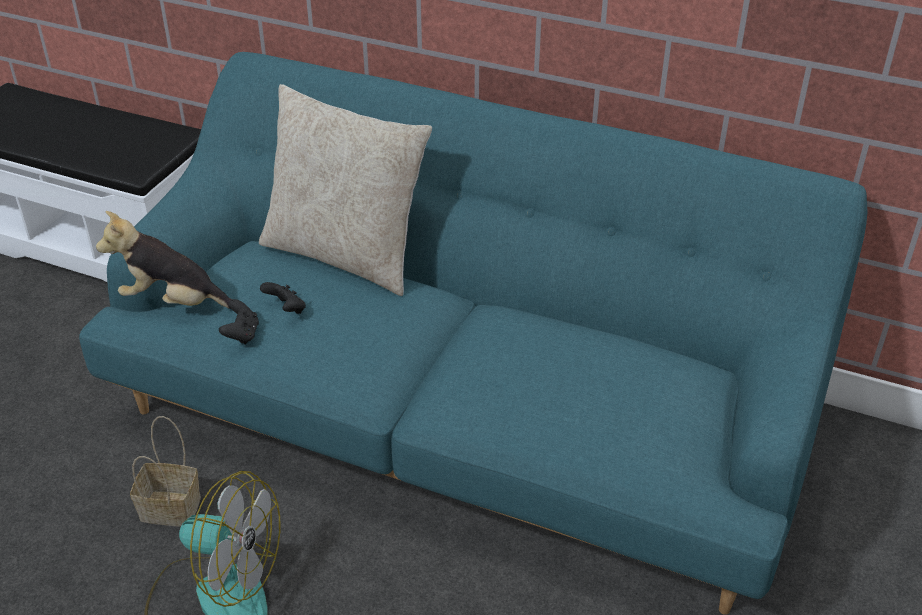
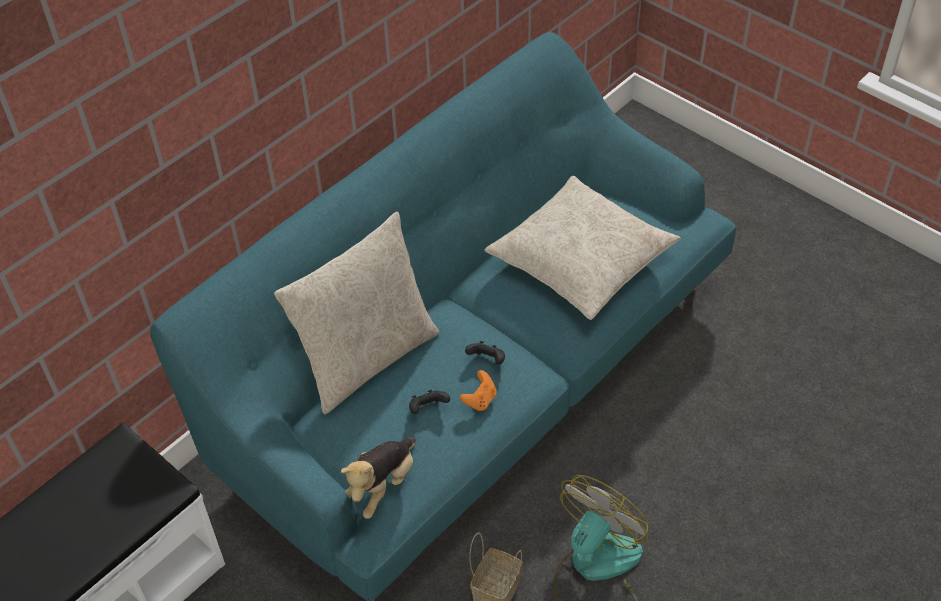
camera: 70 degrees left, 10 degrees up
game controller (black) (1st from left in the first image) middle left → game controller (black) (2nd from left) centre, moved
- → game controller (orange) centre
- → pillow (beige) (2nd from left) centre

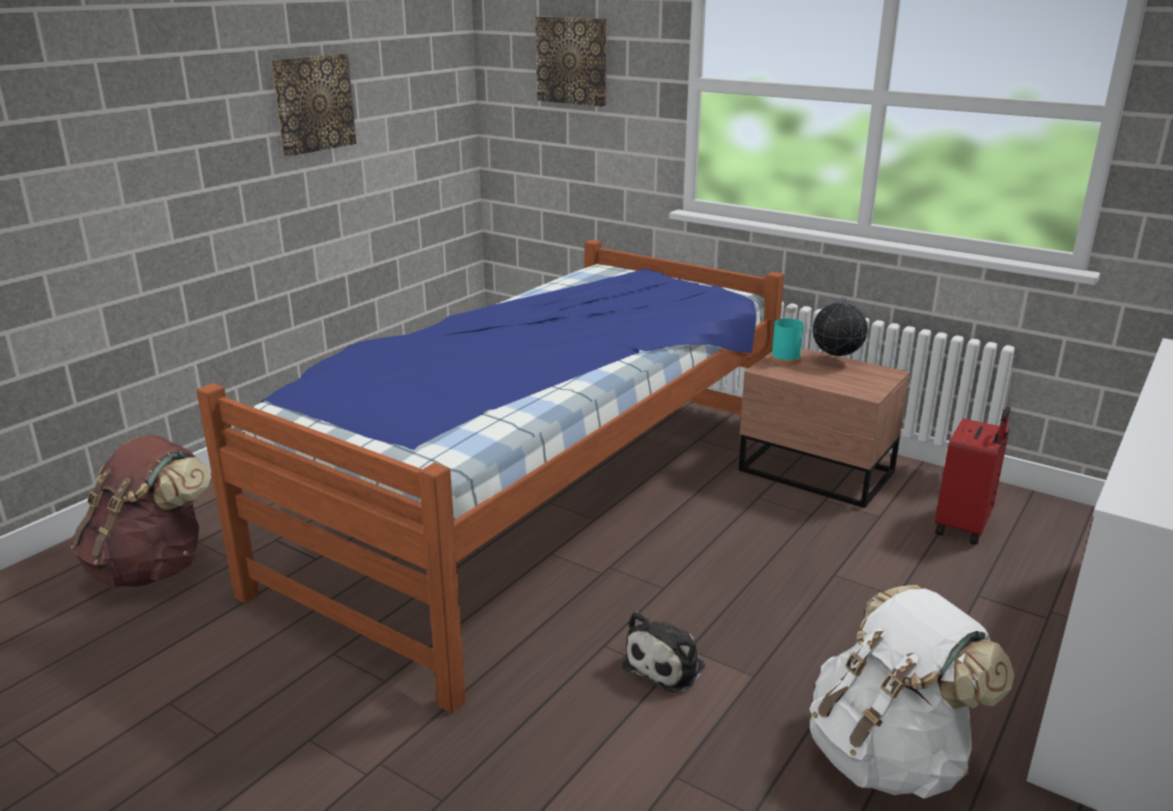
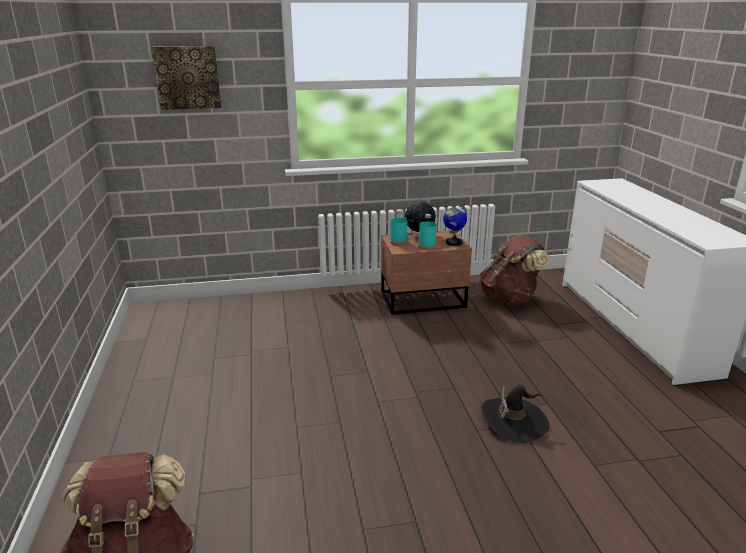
camera: 45 degrees left, 0 degrees up
bed centre → -
picture (1st from left) top left → -
plush toy bottom centre → hat (black) bottom right
backpack (white) bottom right → -
suitcase (red) middle right → backpack (brown) (2nd from left) middle right
- → bottle (turquoise) (2nd from left) centre
- → globe (2nd from left) centre

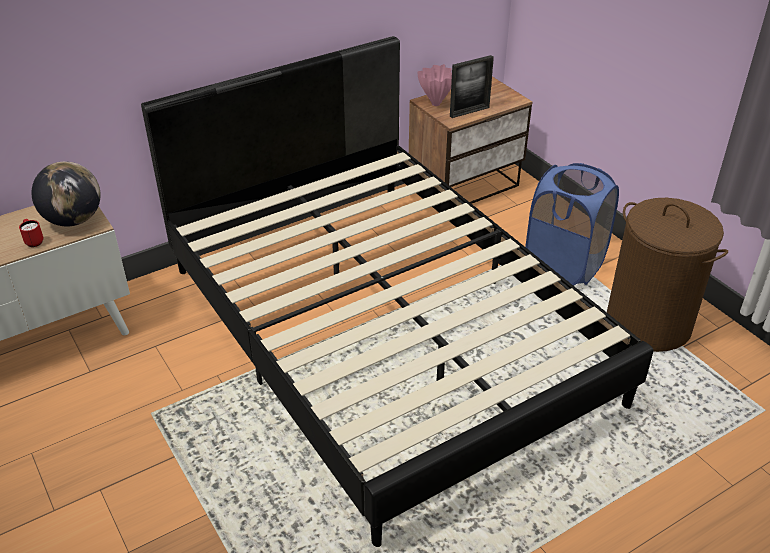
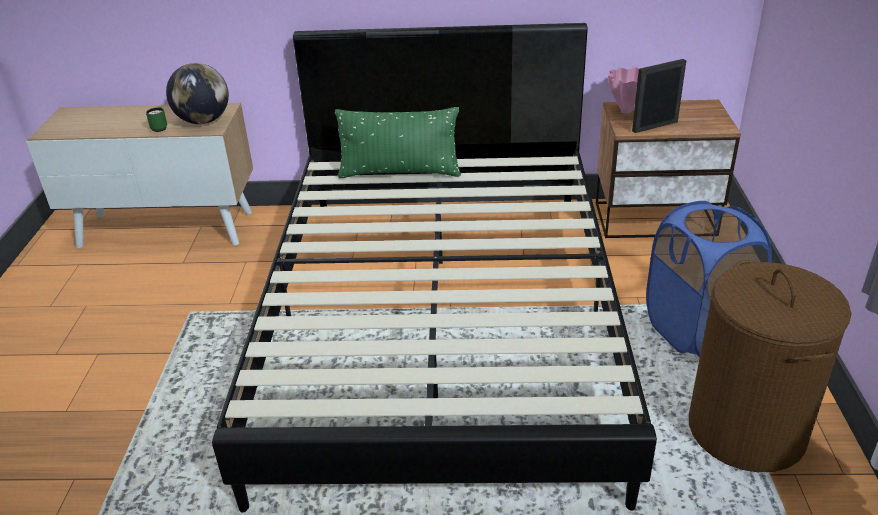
camera: 35 degrees right, 5 degrees down
mug (red) middle left → mug (green) top left
picture frame top centre → picture frame top right, 150 degrees clockwise
- → pillow (green) top centre

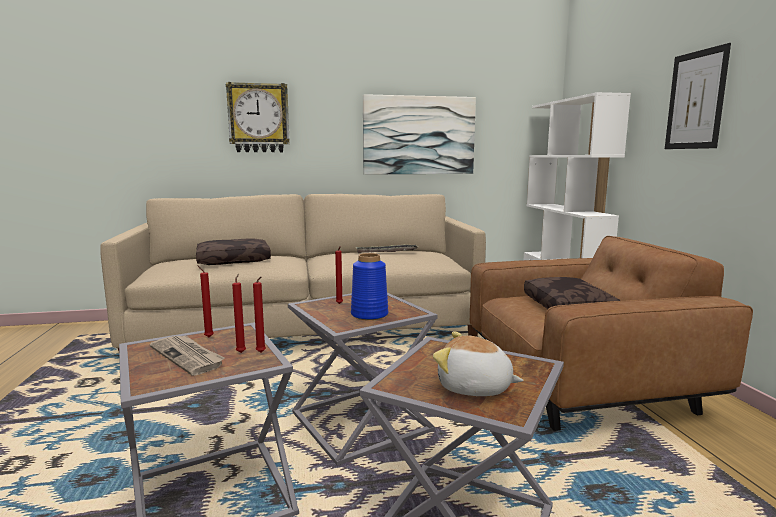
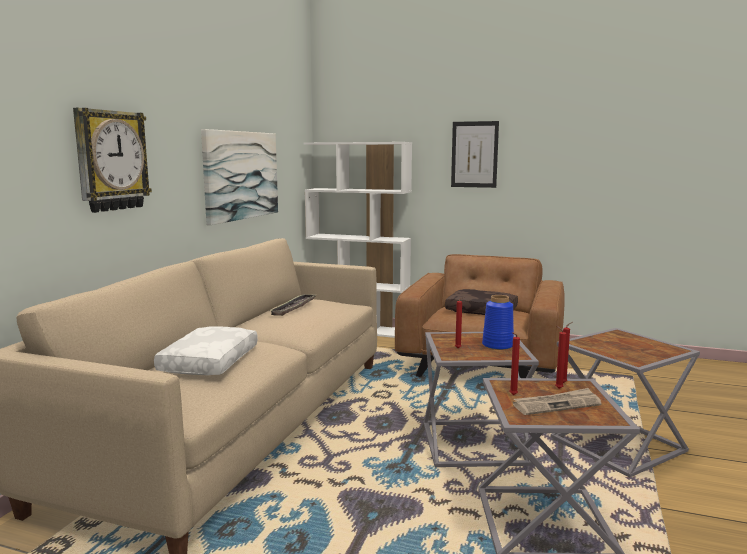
camera: 60 degrees left, 0 degrees up
pillow (brown) (1st from left) middle left → pillow (white) middle left
plush toy bottom centre → -

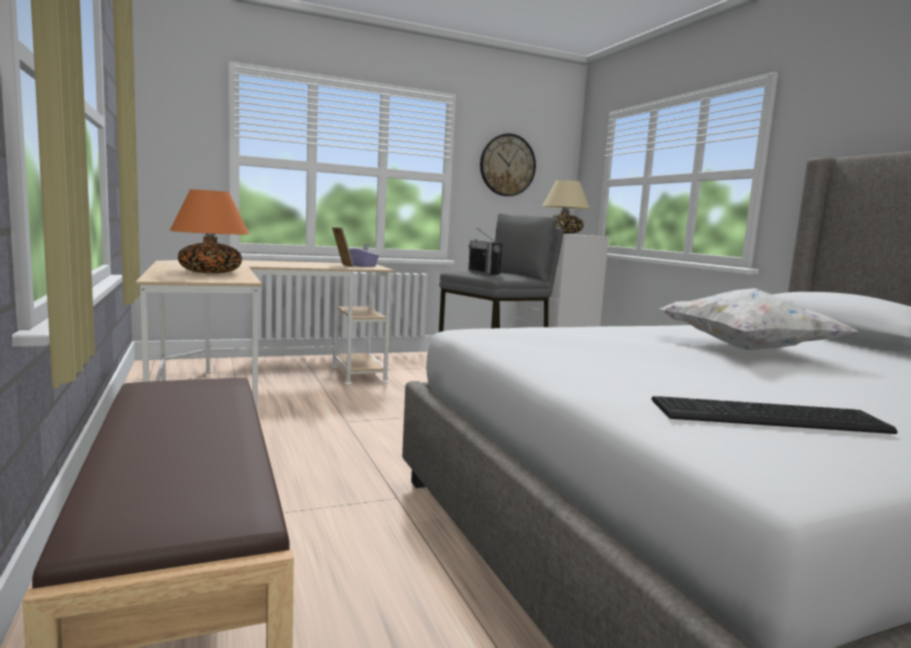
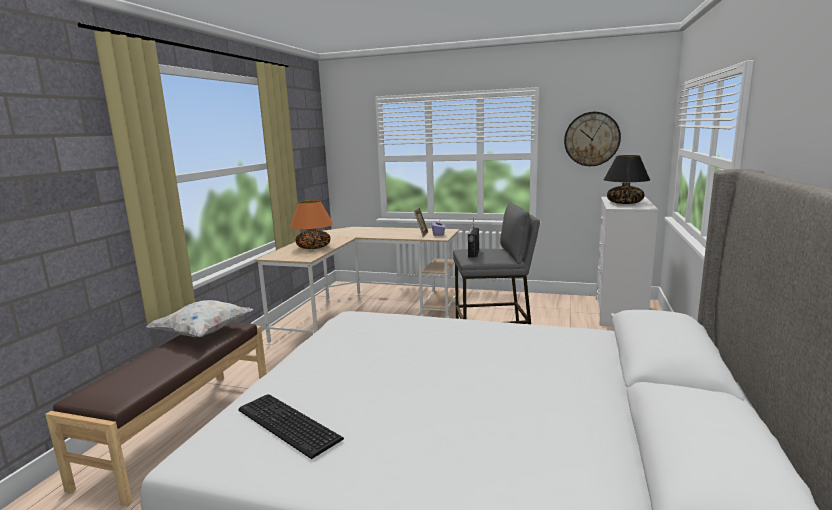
camera: 40 degrees right, 5 degrees up
table lamp (beige) top centre → table lamp (black) middle right
pillow (white) middle right → pillow (white) middle left, moved

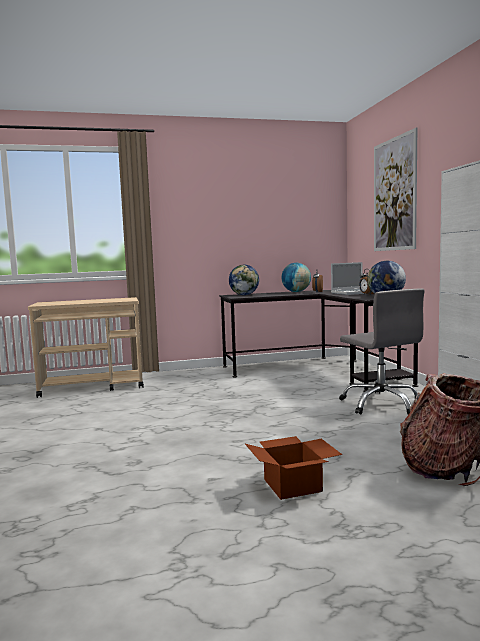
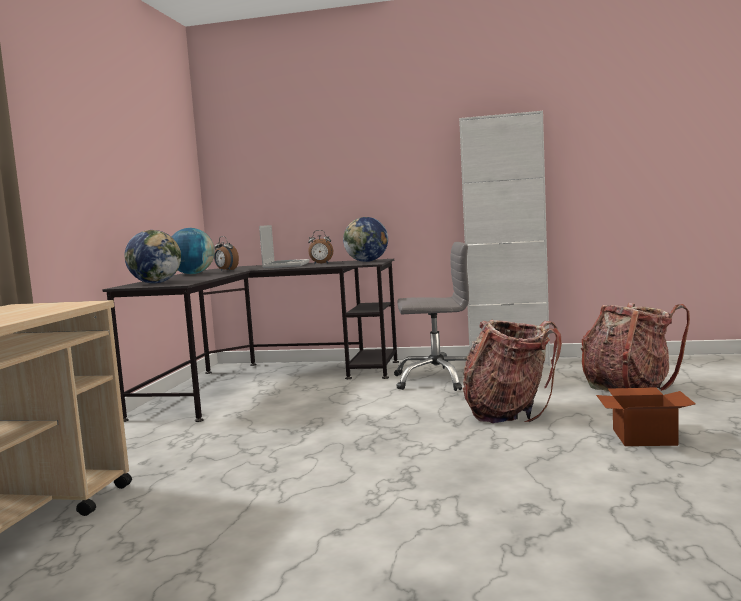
camera: 65 degrees left, 0 degrees up
picture top right → -
- → backpack (1st from left) middle right

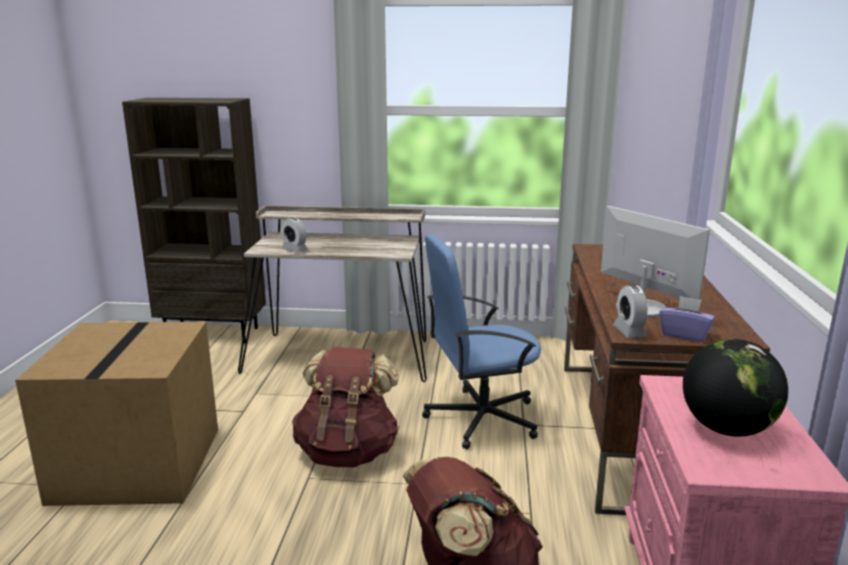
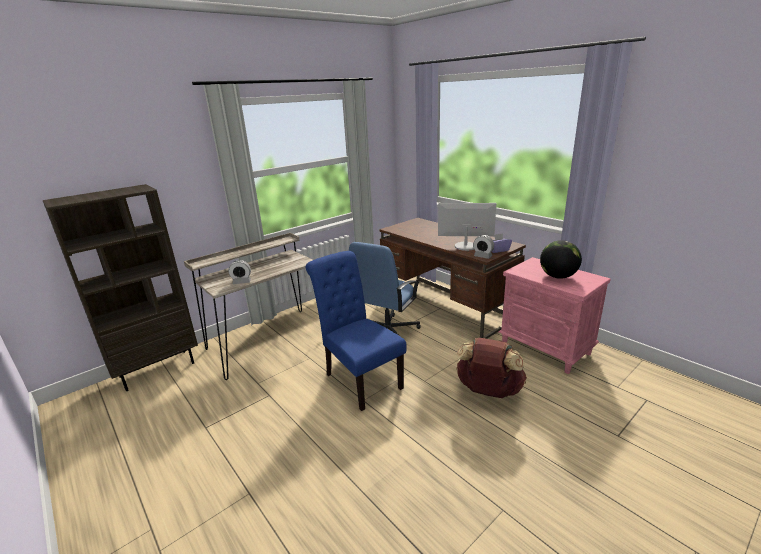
camera: 45 degrees left, 5 degrees up
cardboard box bottom left → -
backpack (brown) (1st from left) bottom centre → chair (blue) centre

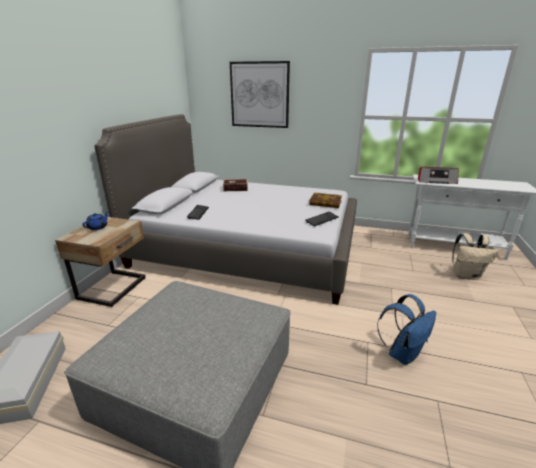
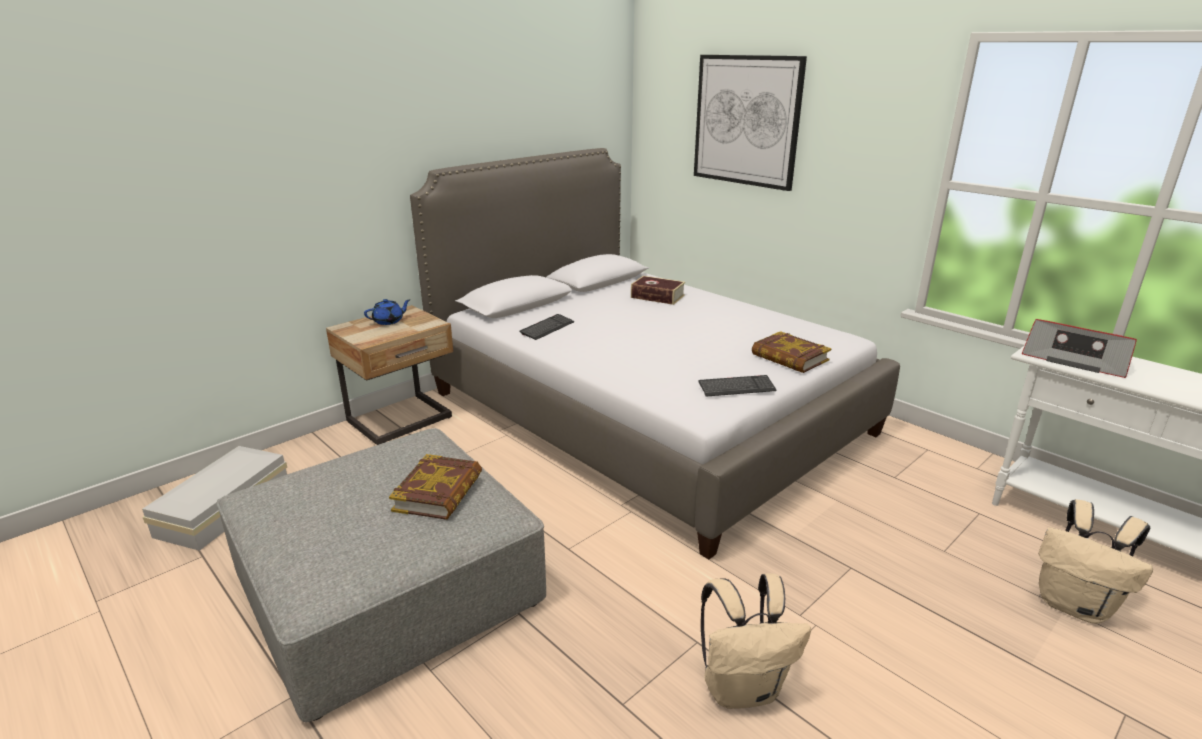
camera: 30 degrees right, 0 degrees up
backpack (blue) bottom right → backpack (beige) (1st from left) bottom centre
- → book (1st from left) centre

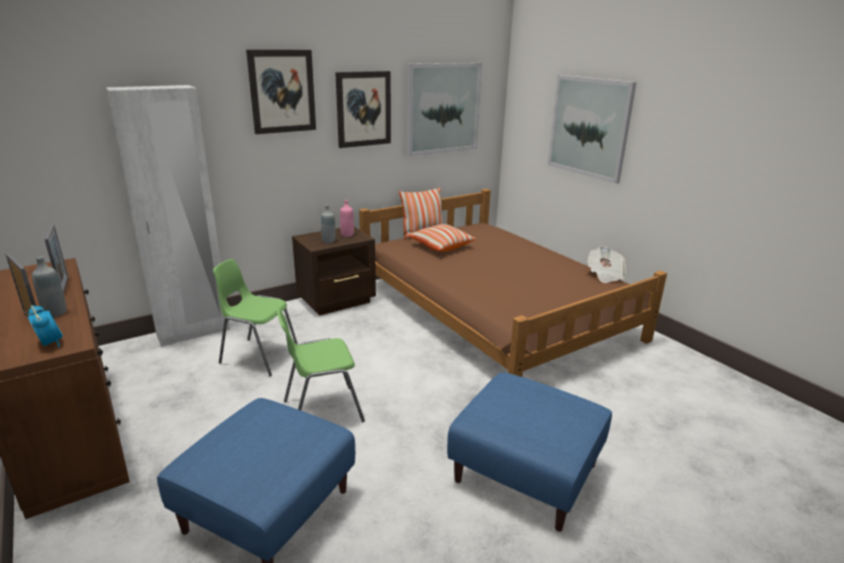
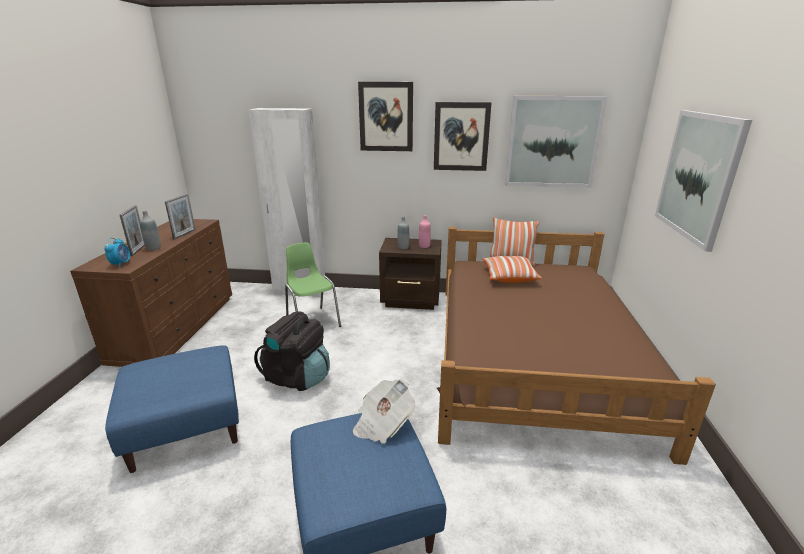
camera: 40 degrees right, 0 degrees up
chair (green) (2nd from left) centre → backpack (black) centre
newspaper middle right → newspaper bottom centre, moved

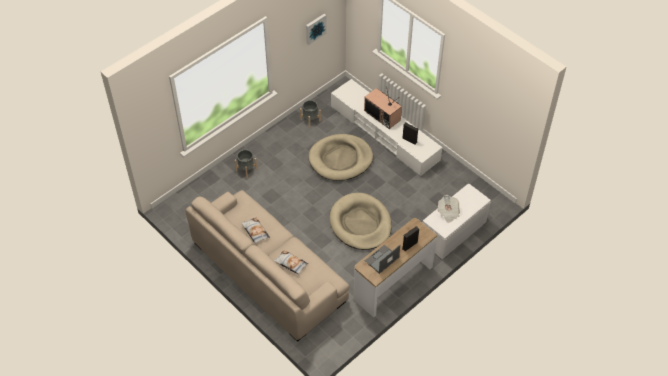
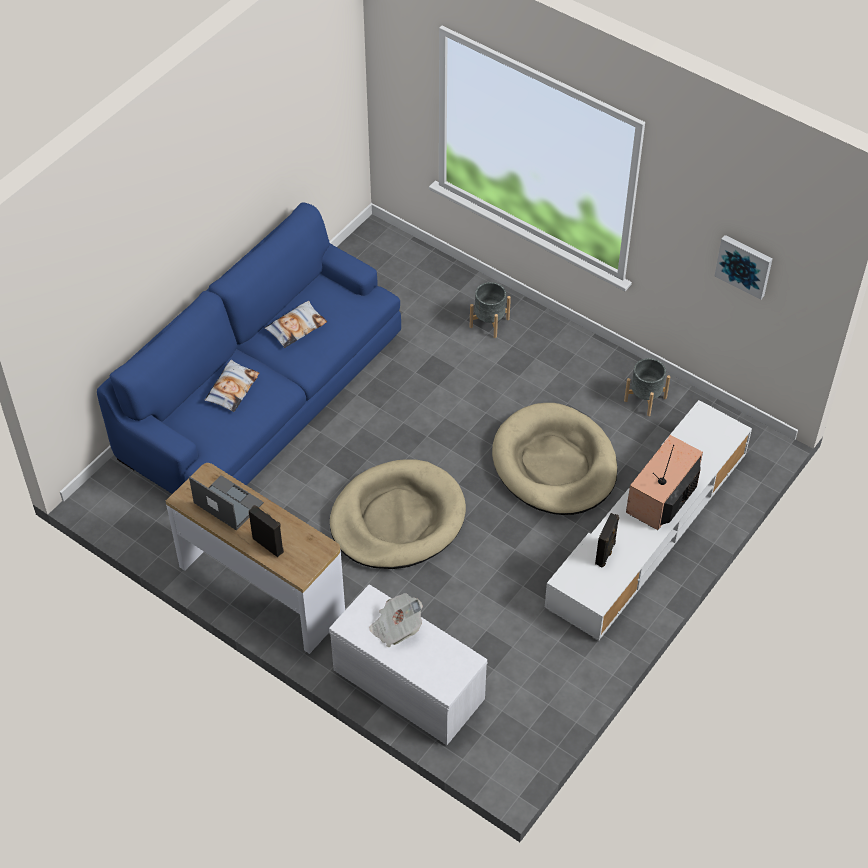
camera: 80 degrees right, 0 degrees up
sofa (beige) bottom centre → sofa (blue) middle left

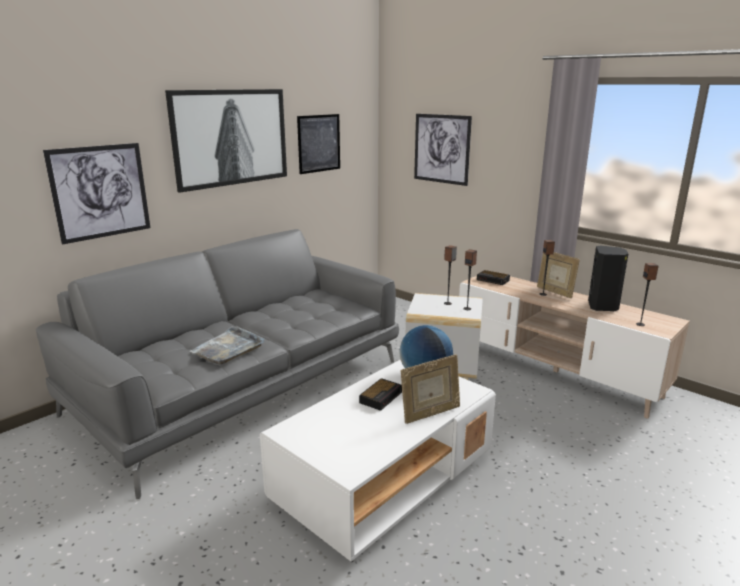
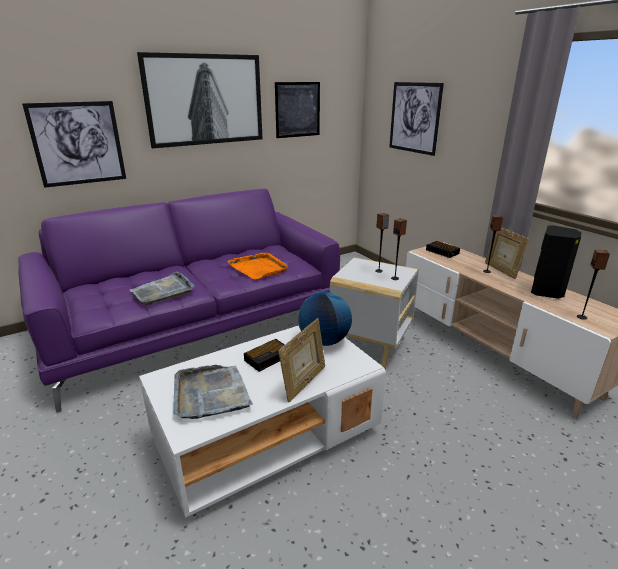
camera: 15 degrees right, 5 degrees up
sofa (grey) middle left → sofa (purple) middle left
picture frame (1st from left) centre, 45 degrees counterclockwise
- → tray (grey) (2nd from left) bottom centre
- → tray (orange) centre

